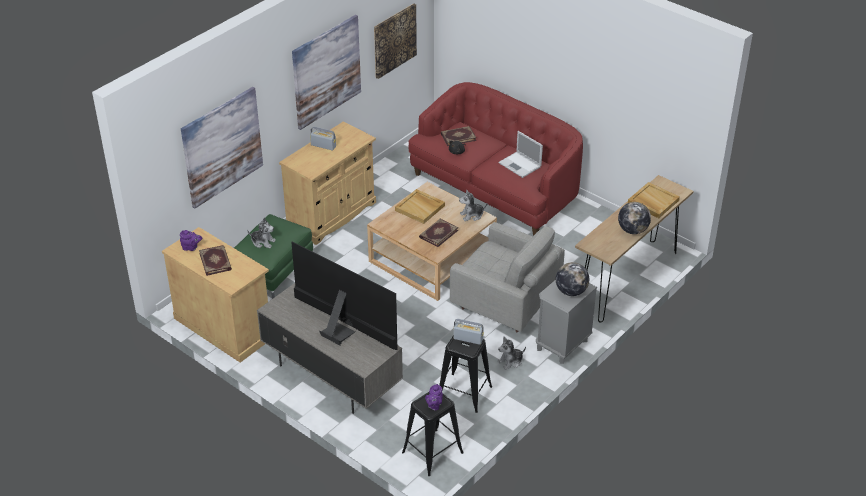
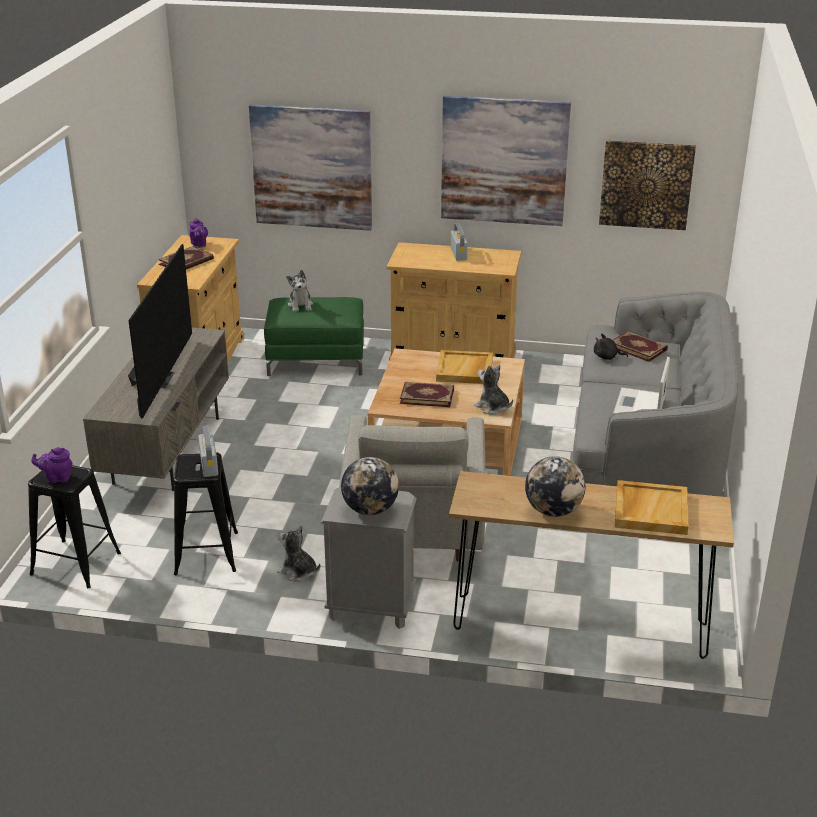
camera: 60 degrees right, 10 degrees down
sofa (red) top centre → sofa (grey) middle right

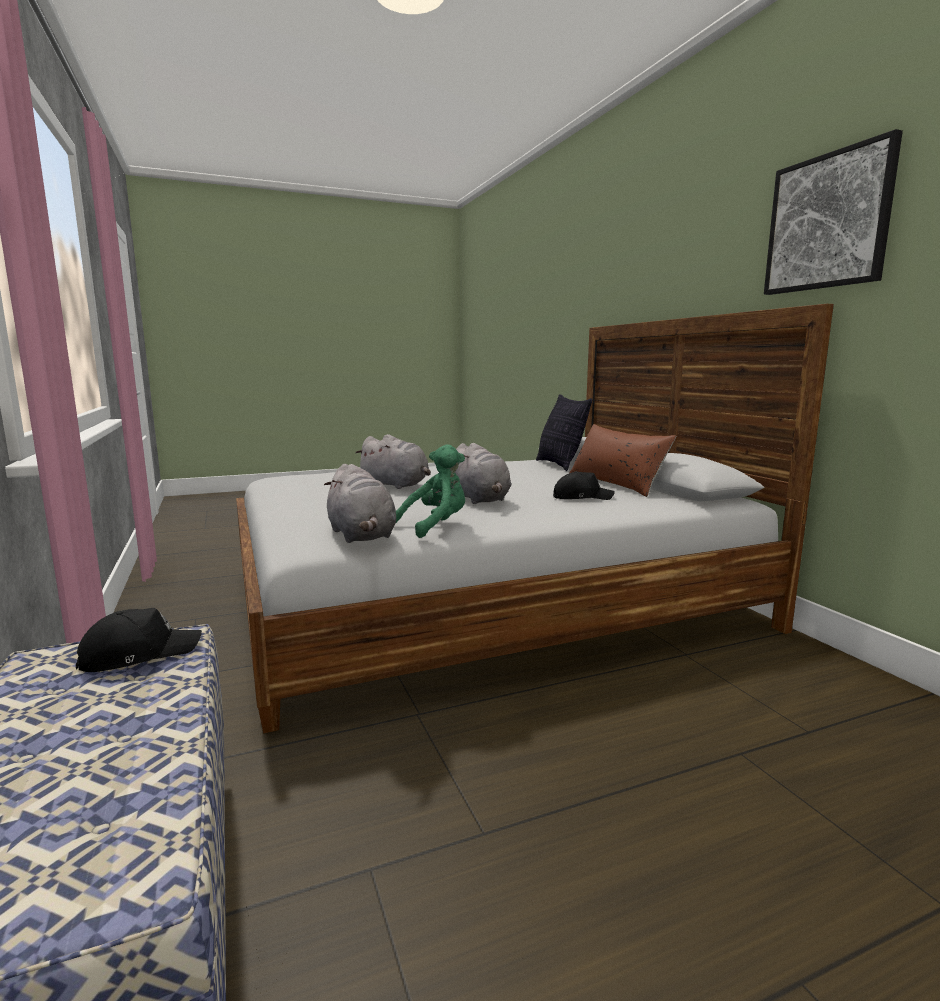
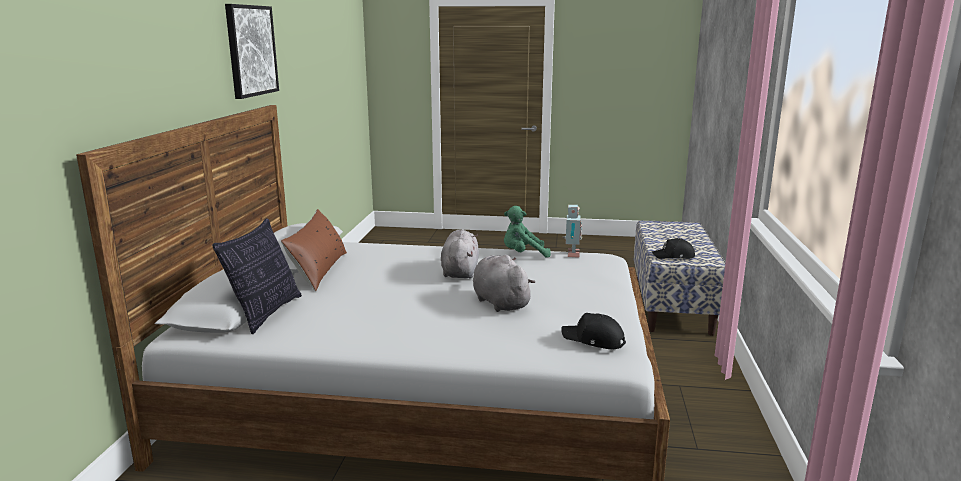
camera: 150 degrees left, 5 degrees up
plush toy (grey) (1st from left) centre → toy robot centre
cap (black) (2nd from left in the first image) centre → cap (black) (1st from left) bottom centre, moved

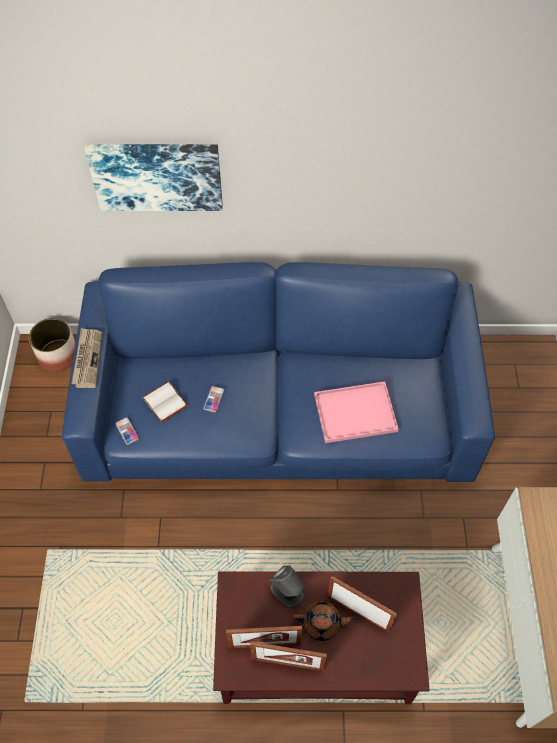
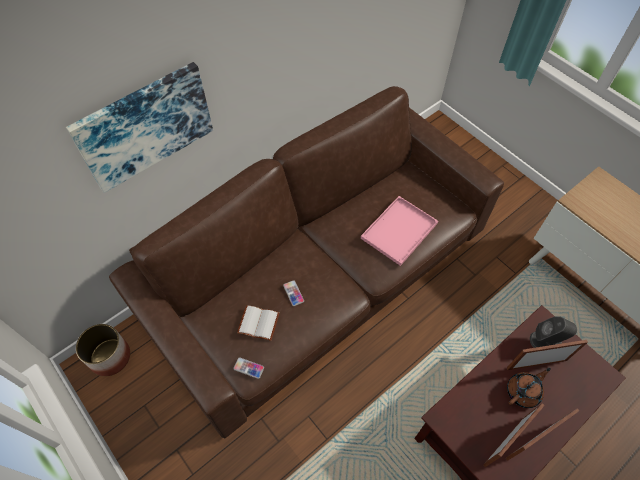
camera: 40 degrees left, 0 degrees up
sofa (blue) centre → sofa (brown) centre
newspaper middle left → -
speaker (grey) bottom centre → speaker (grey) bottom right, moved

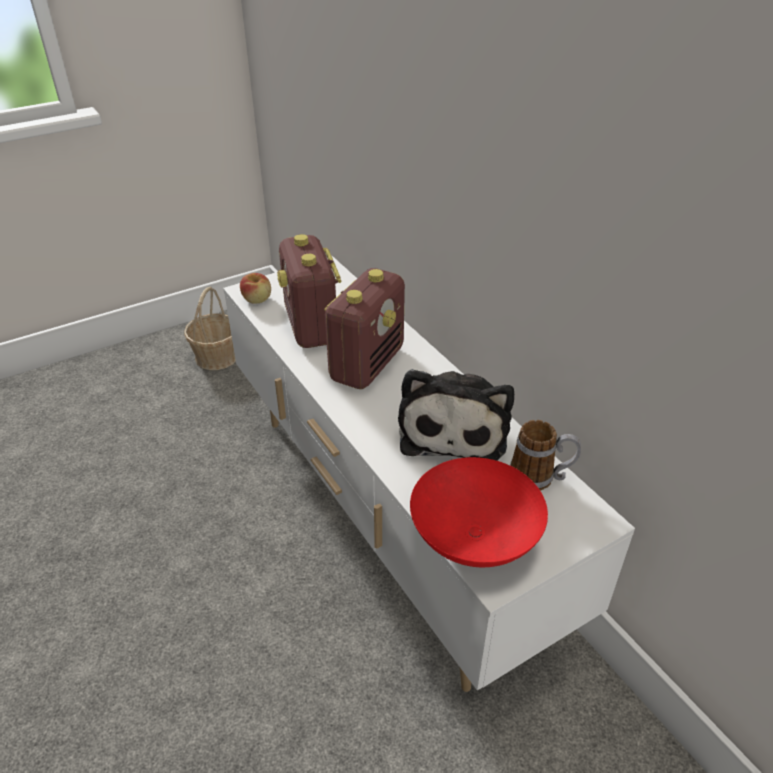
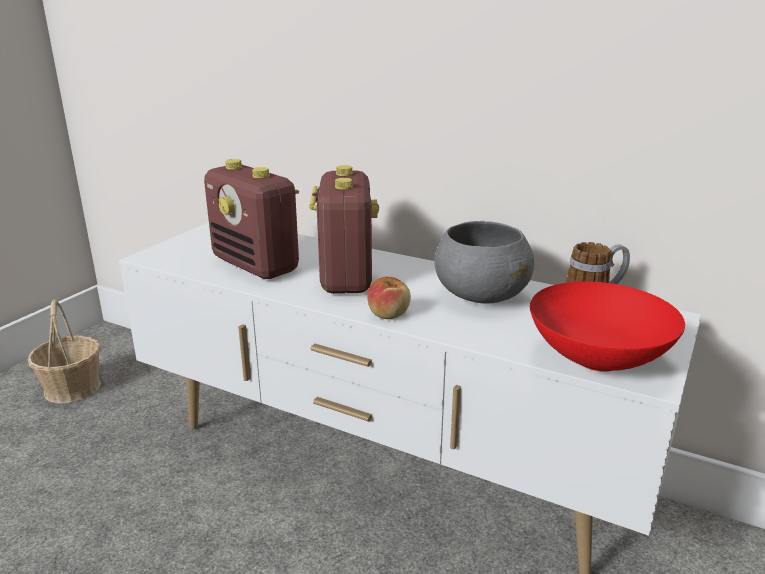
camera: 30 degrees left, 15 degrees down
apple middle left → apple centre, moved
plush toy centre → bowl (grey) centre

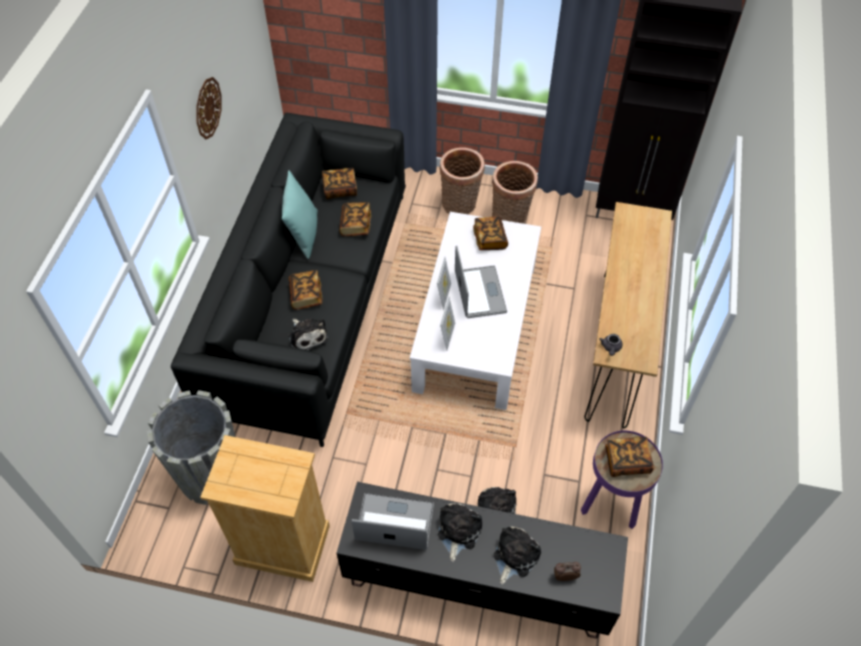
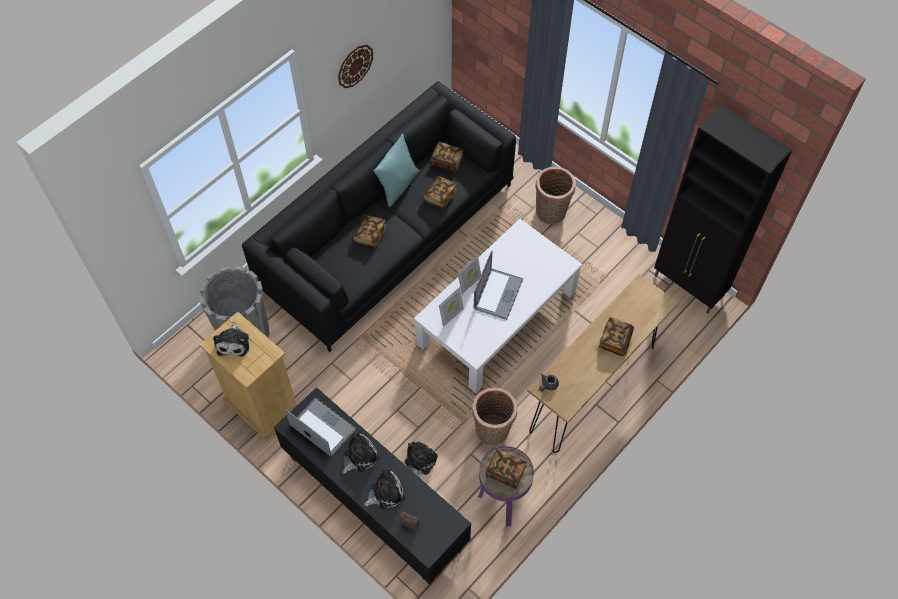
camera: 30 degrees right, 5 degrees up
plush toy (1st from left) centre → plush toy (1st from left) middle left, moved
book (4th from left in the first image) centre → book (5th from left) middle right, moved
basket (2nd from left in the first image) top centre → basket (1st from left) bottom centre, moved

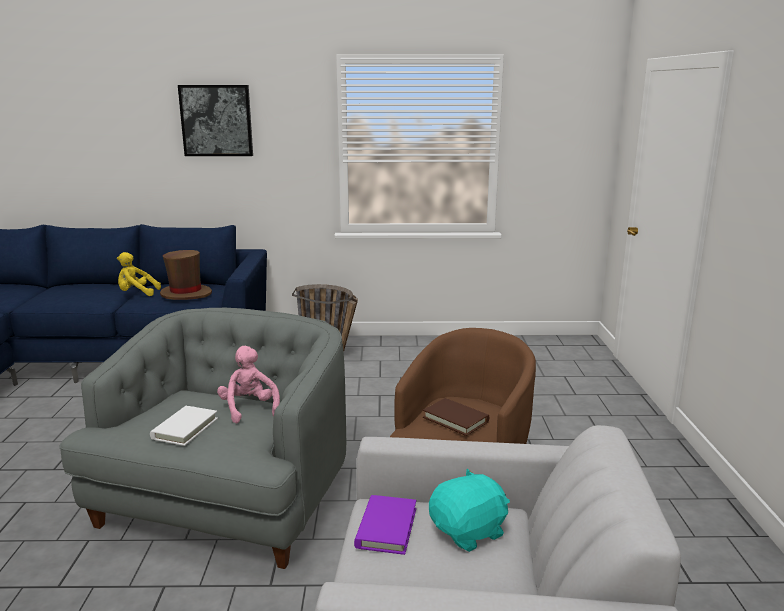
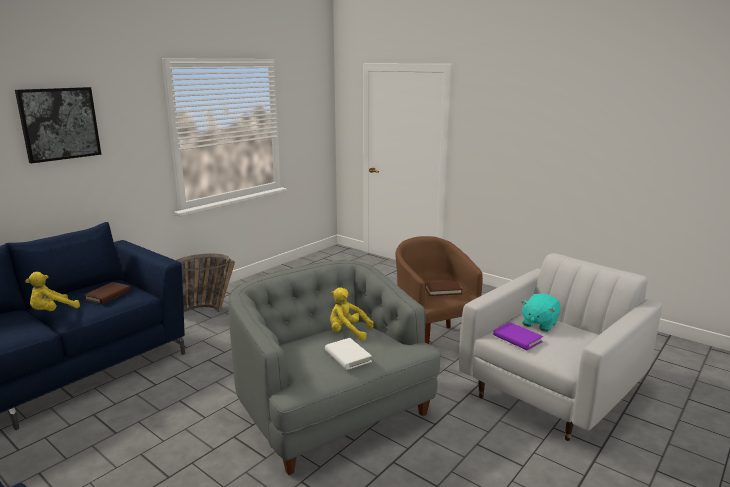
camera: 50 degrees left, 0 degrees up
hat (brown) middle left → book (brown) (1st from left) middle left
plush toy (pink) middle left → plush toy (yellow) (2nd from left) centre
plush toy (turquoise) bottom centre → plush toy (turquoise) middle right, 150 degrees counterclockwise

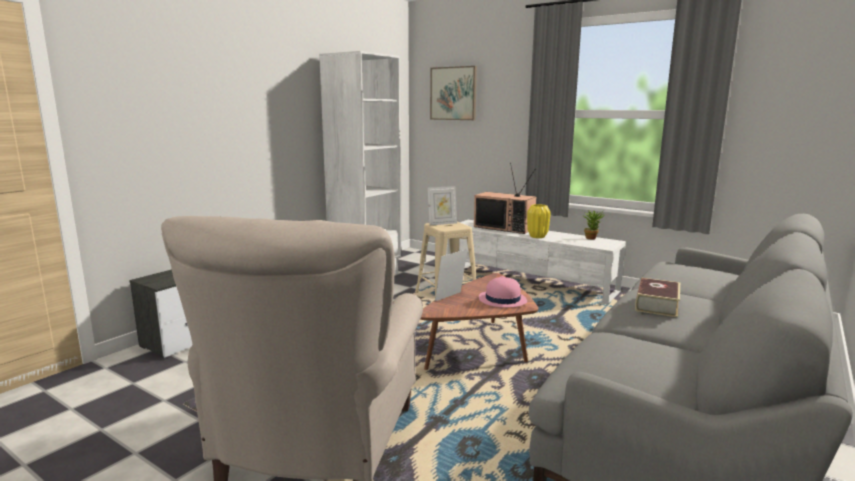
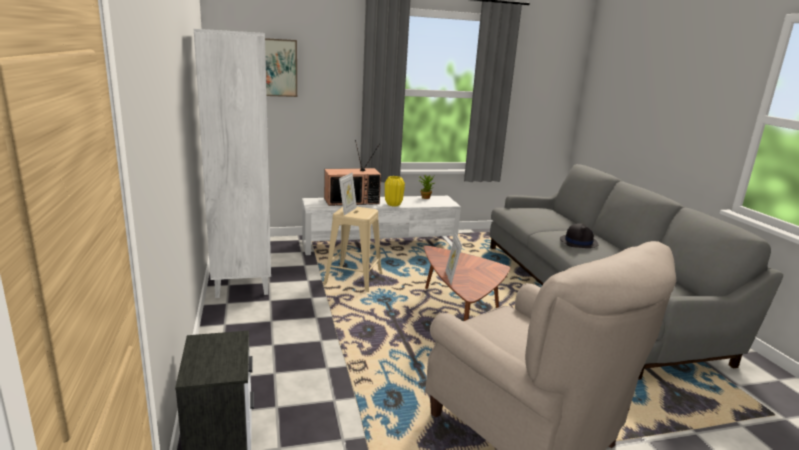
camera: 50 degrees left, 5 degrees up
hat (pink) centre → -
book middle right → hat (black) middle right

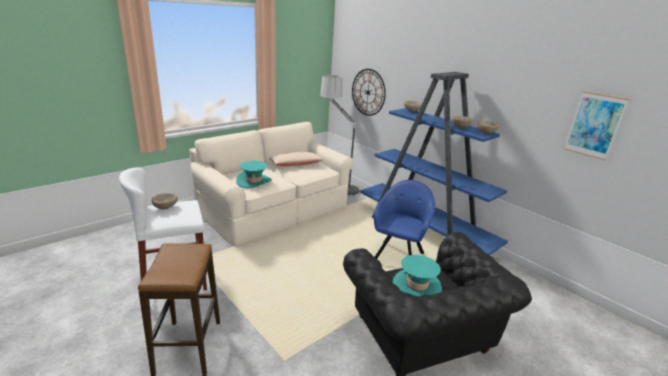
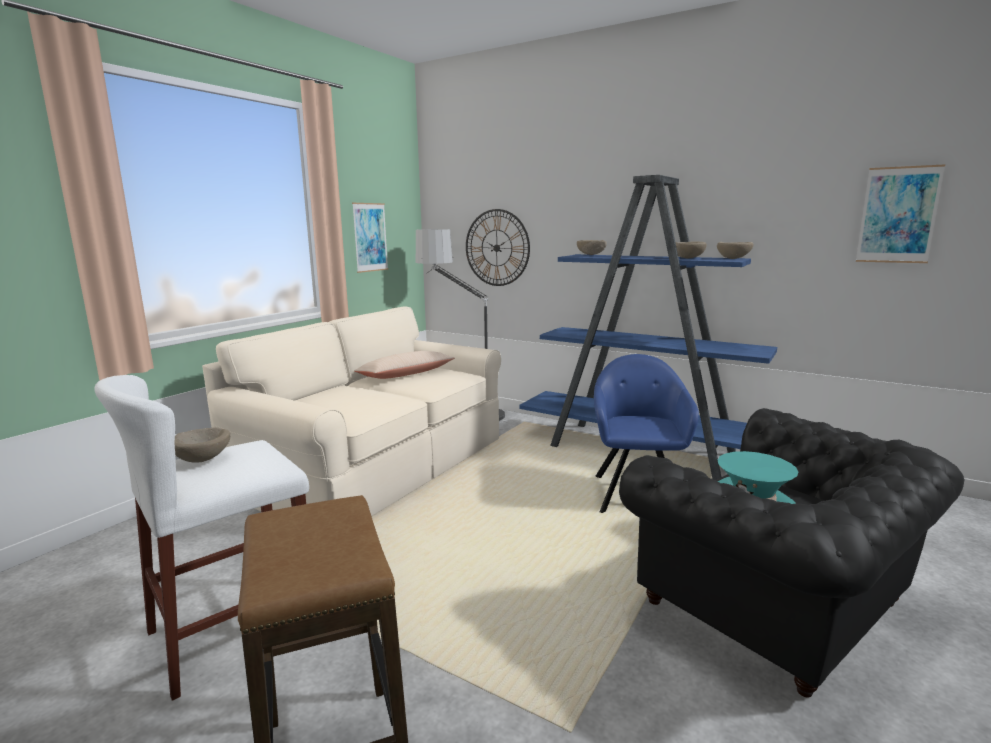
camera: 15 degrees left, 10 degrees down
hat (turquoise) (1st from left) centre → -
- → picture (1st from left) top centre

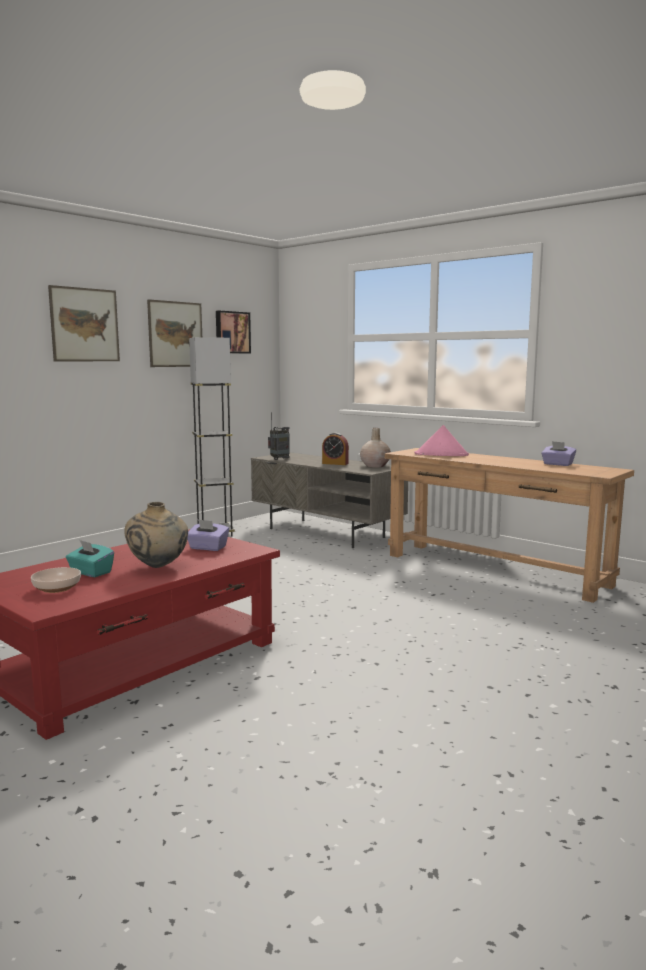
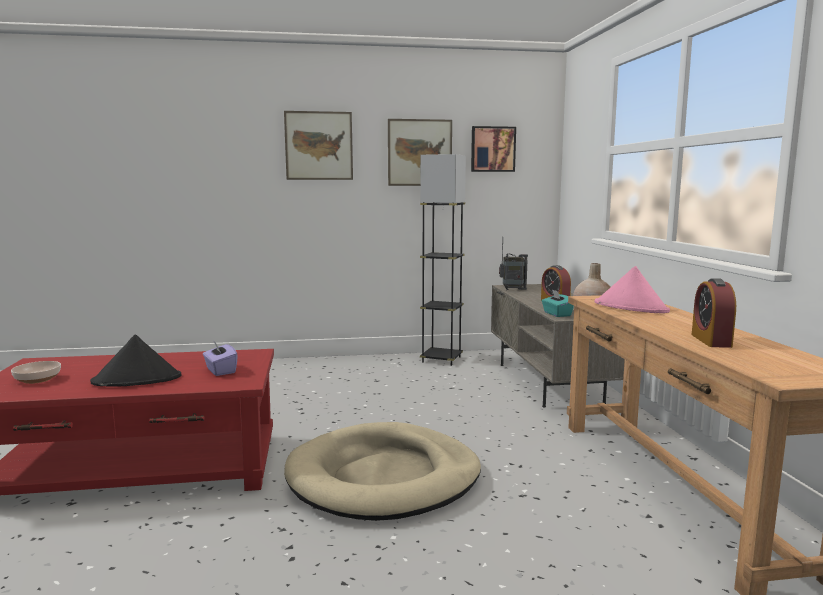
camera: 40 degrees right, 0 degrees up
tissue box (turquoise) middle left → tissue box (turquoise) middle right, moved
vase (beige) (1st from left) middle left → hat (black) middle left
tissue box (purple) (2nd from left) middle right → -
- → dog bed (beige) bottom centre
- → alarm clock (2nd from left) middle right

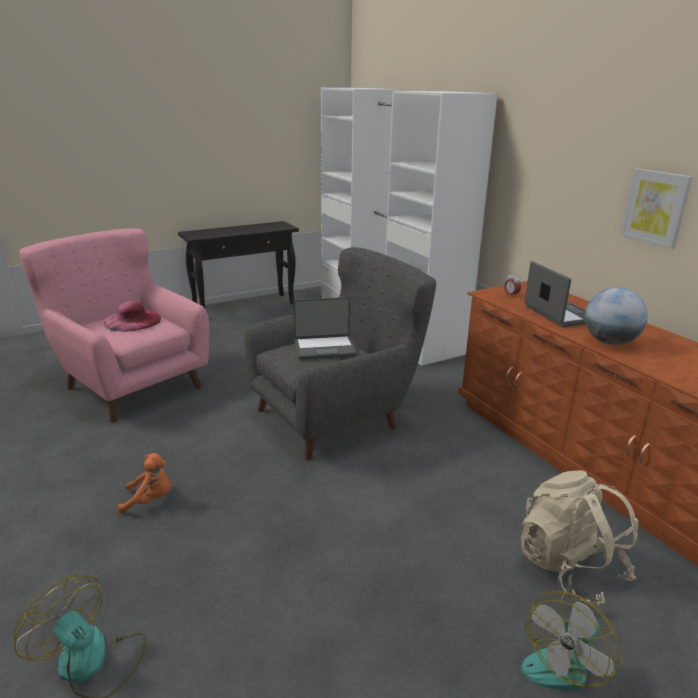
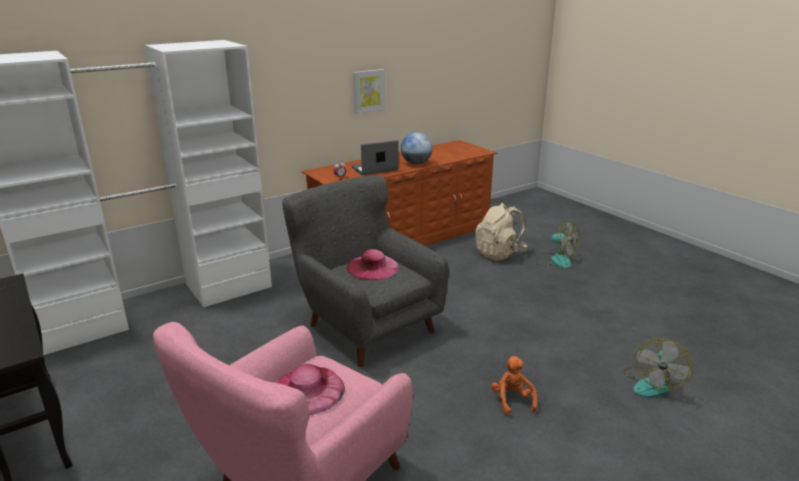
camera: 95 degrees left, 0 degrees up
laptop (1st from left) centre → hat (pink) (2nd from left) centre

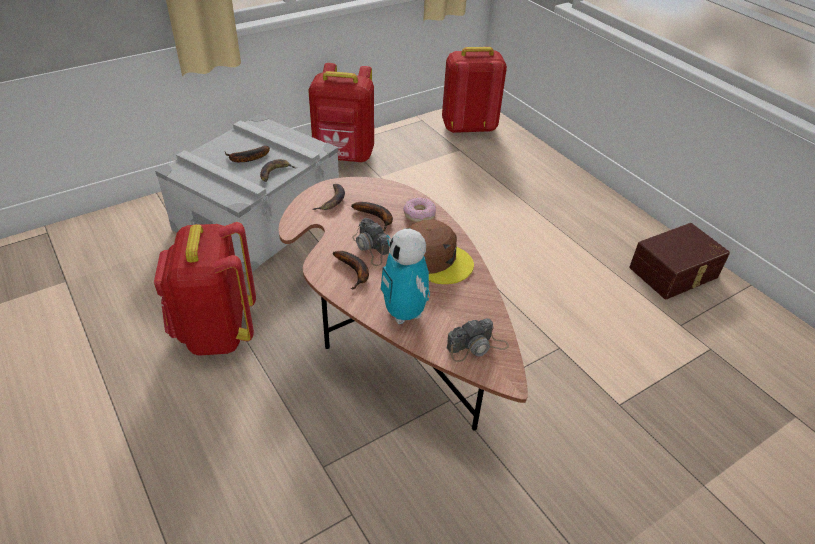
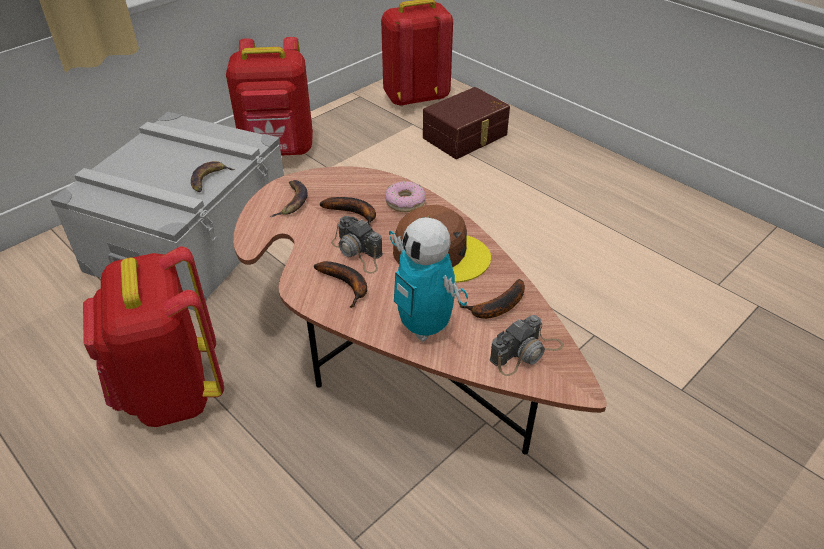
camera: 10 degrees left, 0 degrees up
banana (1st from left in the first image) top left → banana (5th from left) centre, moved
storage box (brown) middle right → storage box (brown) top centre, moved

